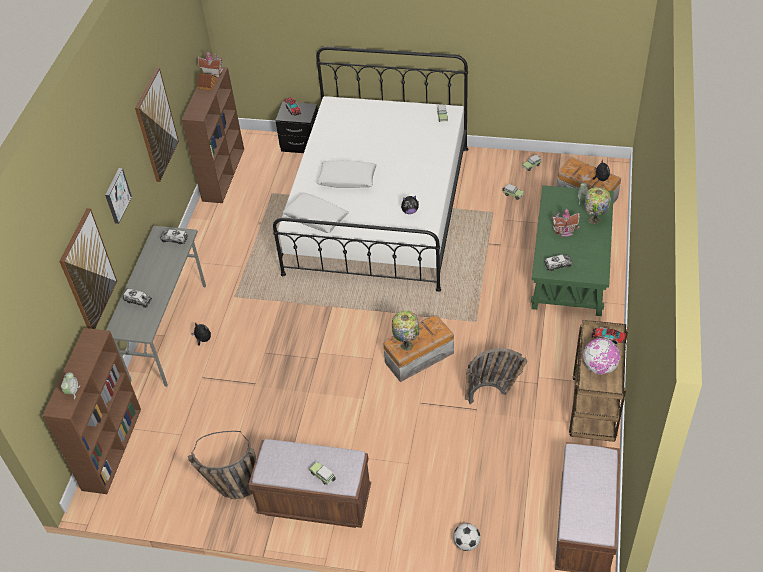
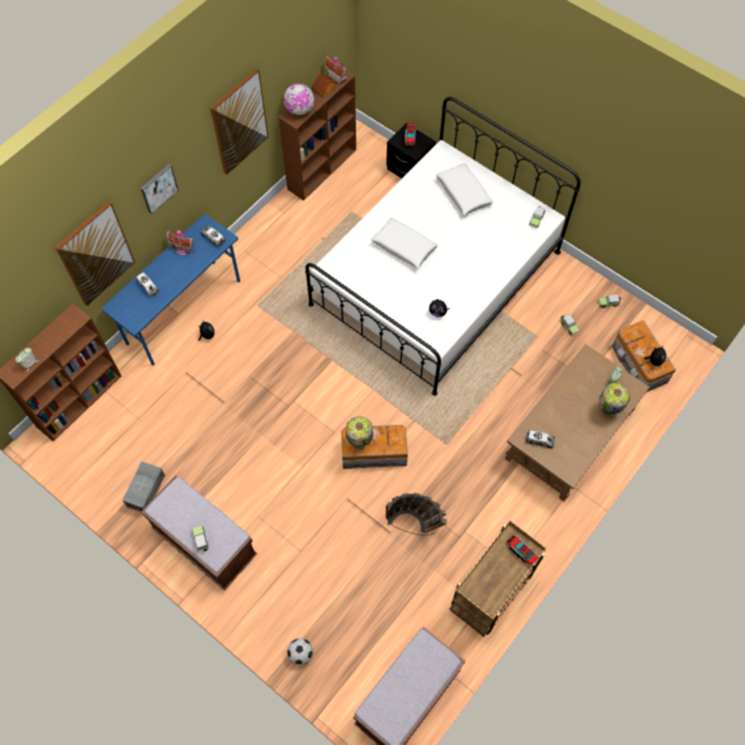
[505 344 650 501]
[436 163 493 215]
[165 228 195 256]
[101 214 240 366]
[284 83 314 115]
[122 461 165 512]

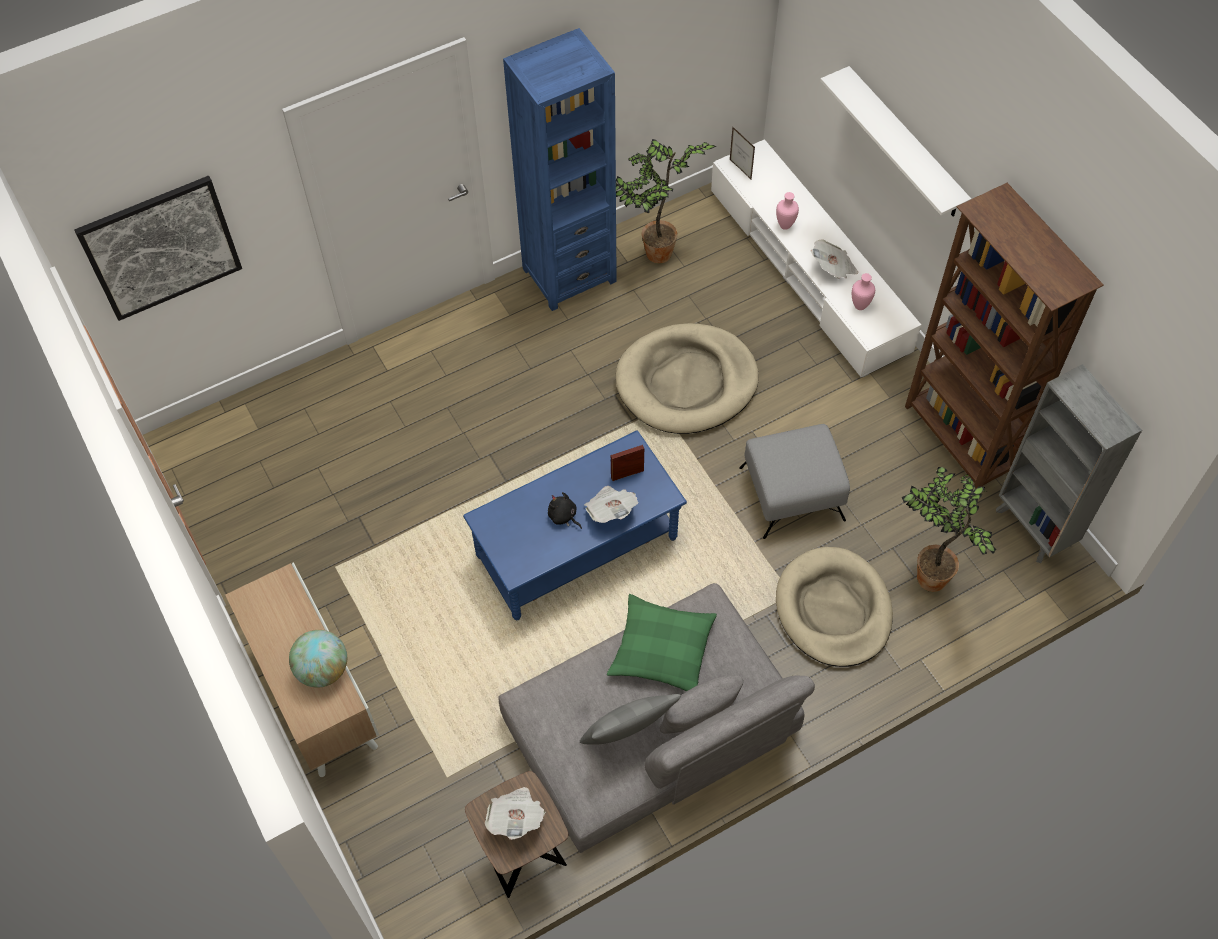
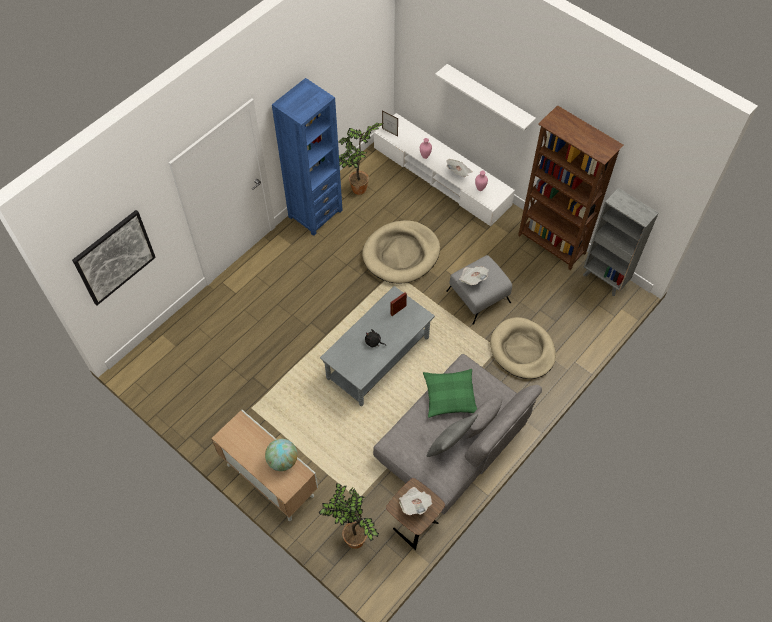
[320 286 435 406]
[319 483 379 549]
[459 266 489 285]

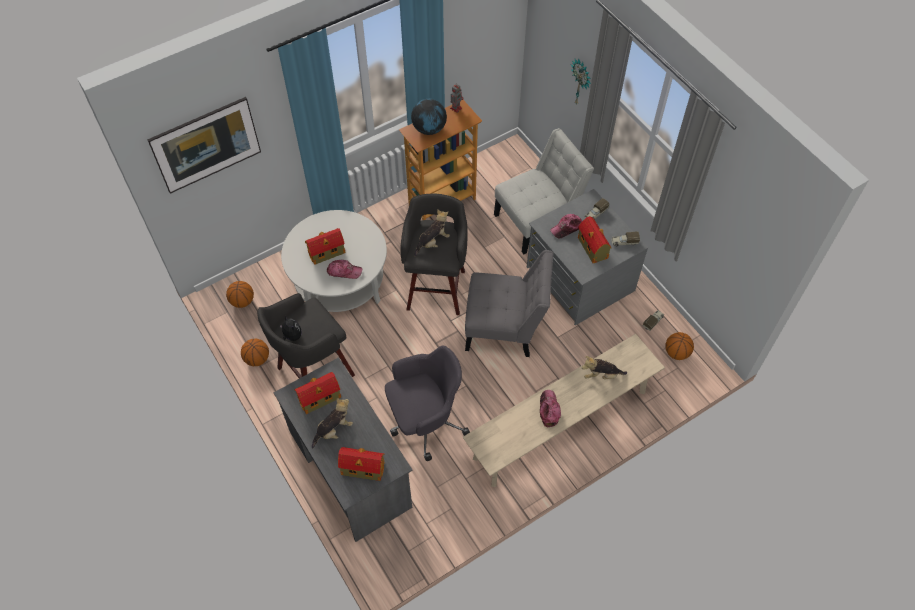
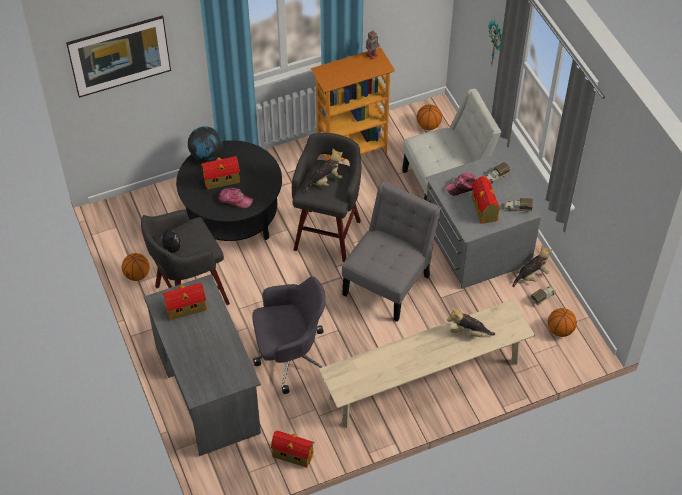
[188 126 223 161]
[176 140 282 241]
[342 181 441 322]
[417 104 442 130]
[540 390 561 427] (first image)
[512 246 552 287]
[271 431 314 468]

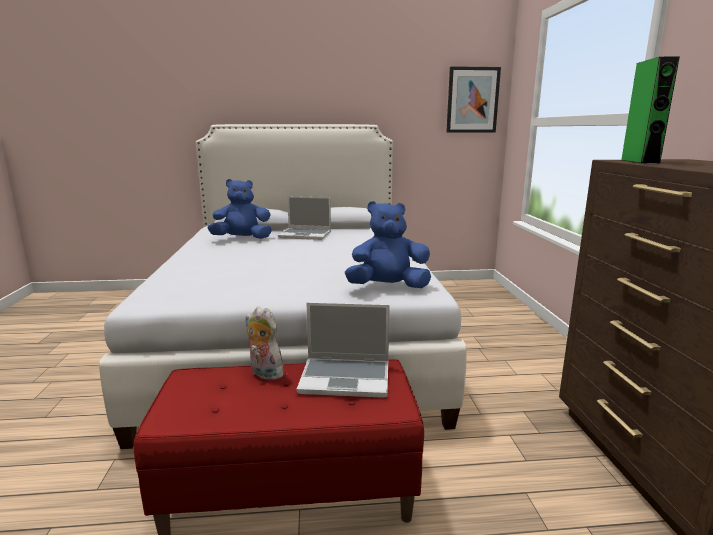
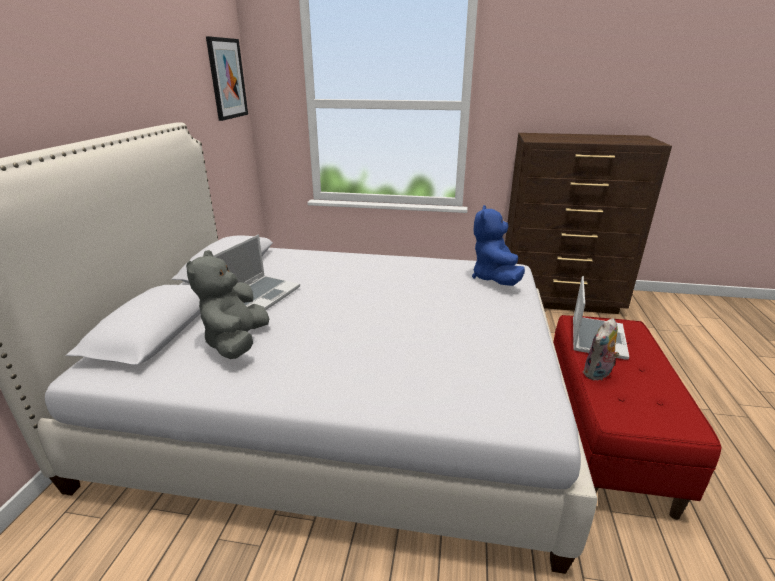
[621 56 680 164] (first image)
[186 250 269 359]

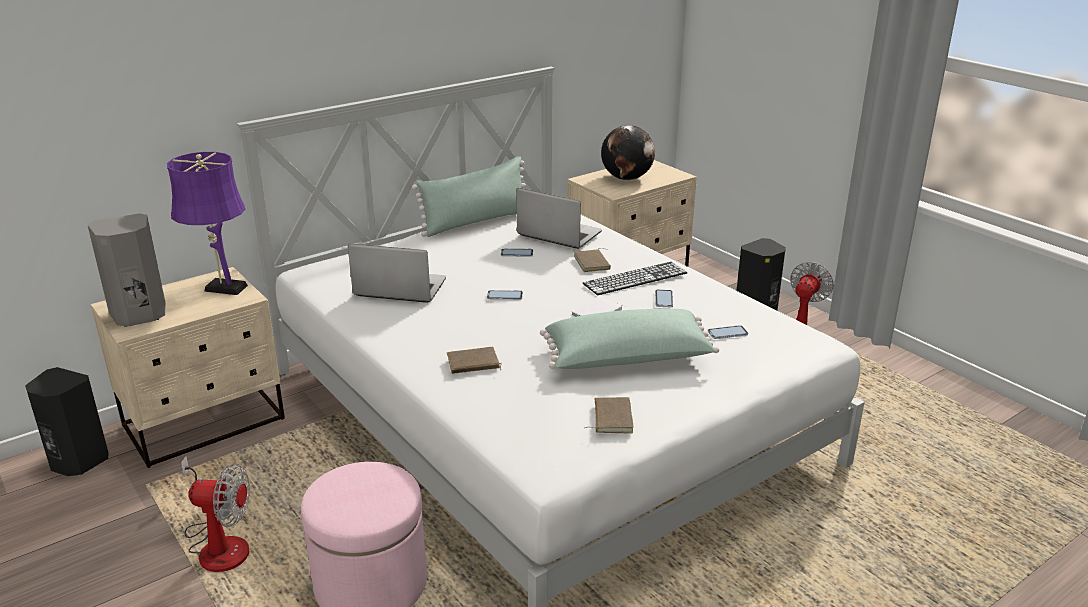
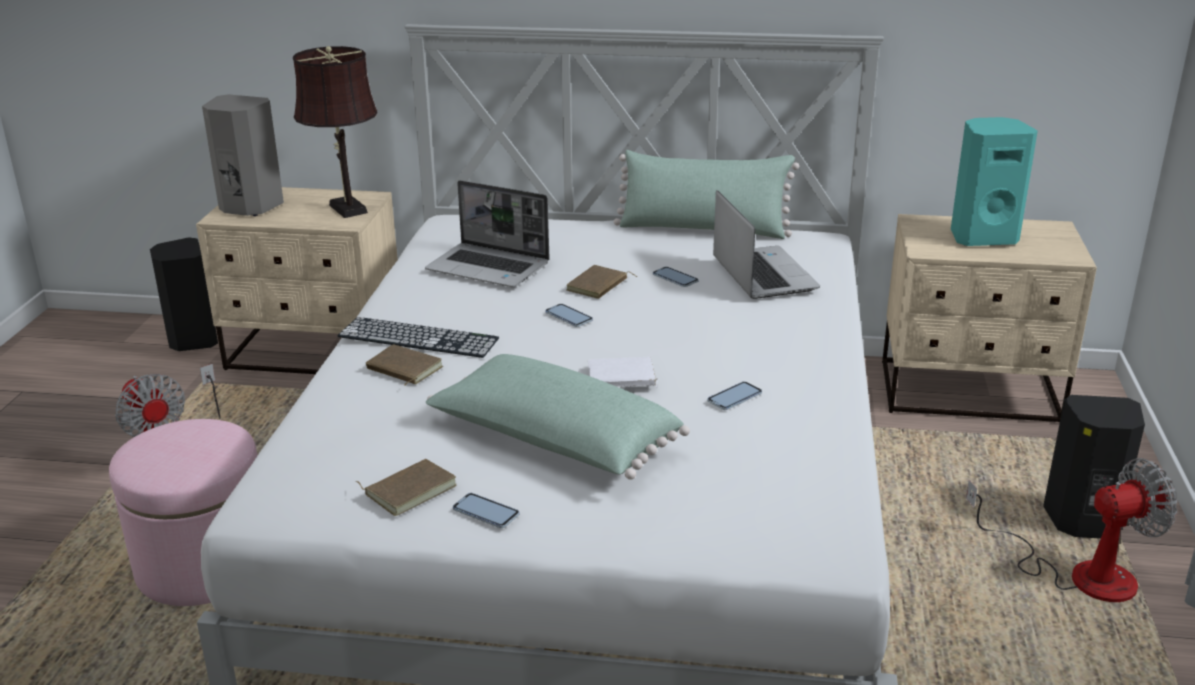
[951 117 1038 246]
[293 46 378 218]
[425 180 550 287]
[566 265 637 299]
[337 317 499 358]
[453 493 519 528]

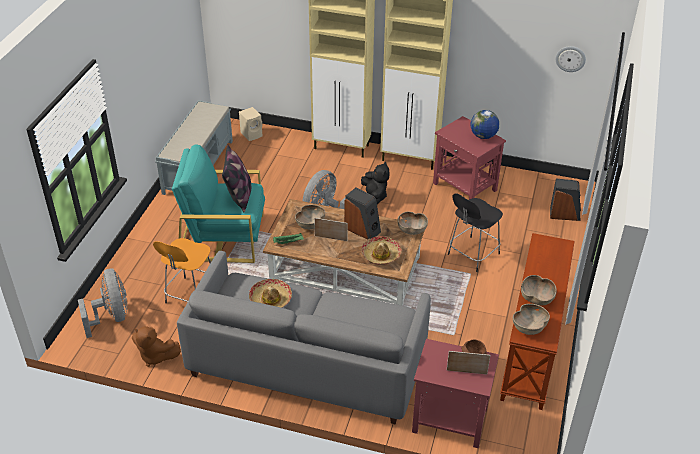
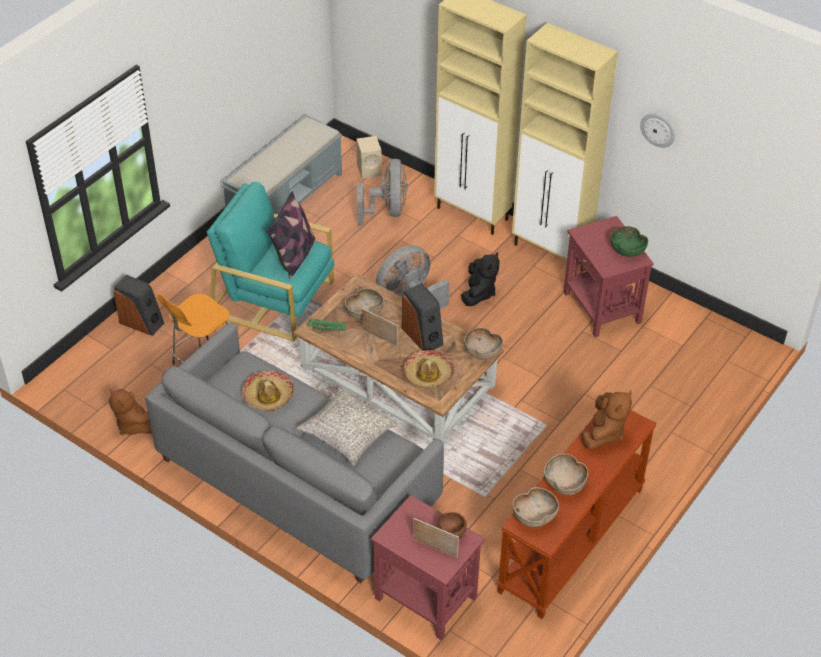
[640 114 675 148]
[610 226 648 257]
[114 275 164 336]
[448 193 503 272] (first image)
[357 159 407 225]
[296 388 398 466]
[581 391 632 449]

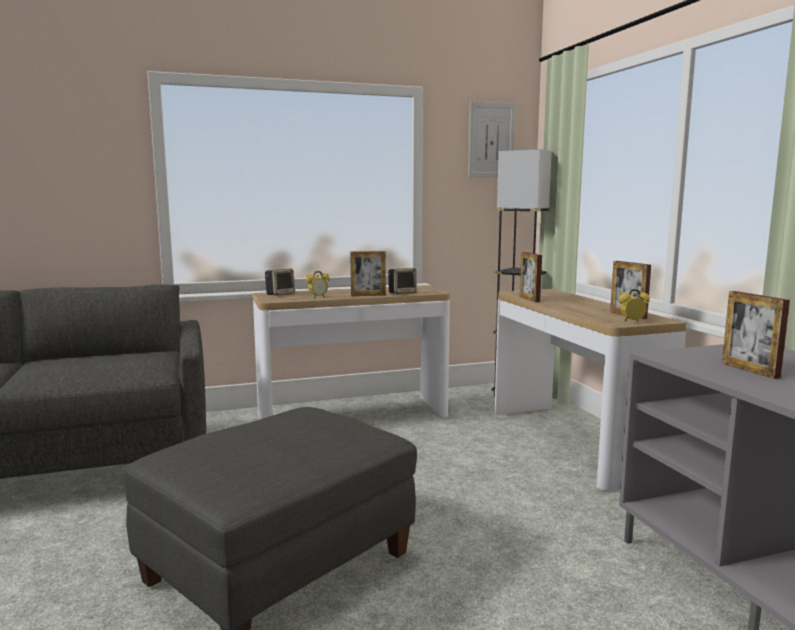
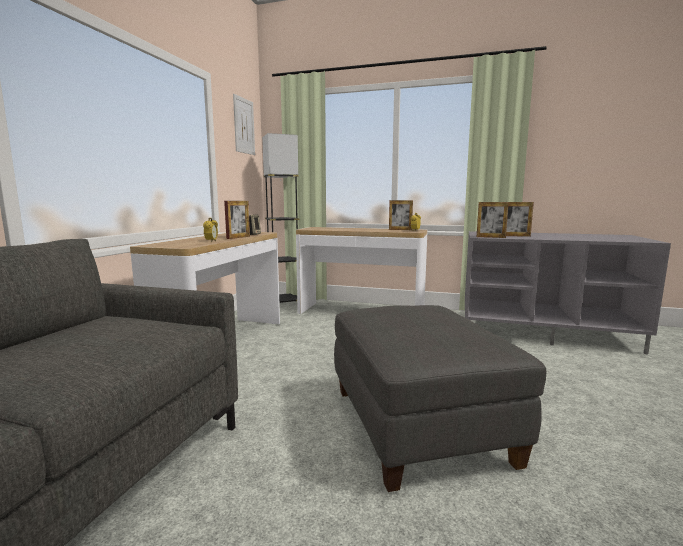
[477 202 509 238]
[265 269 295 296] (first image)

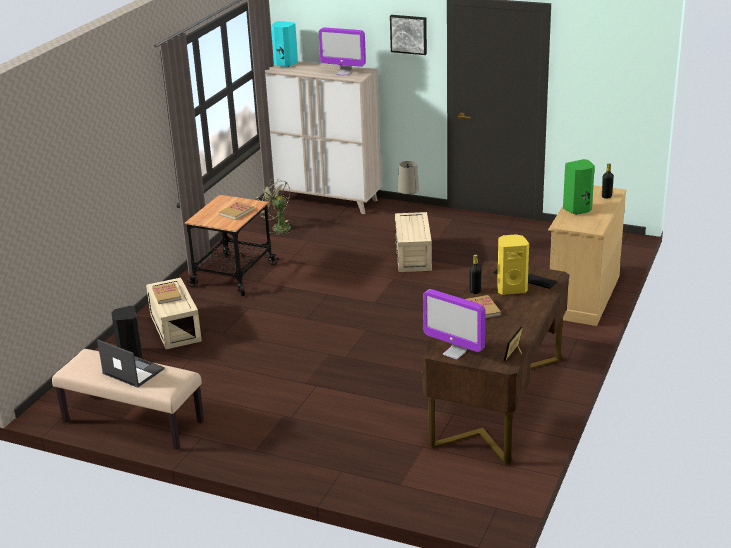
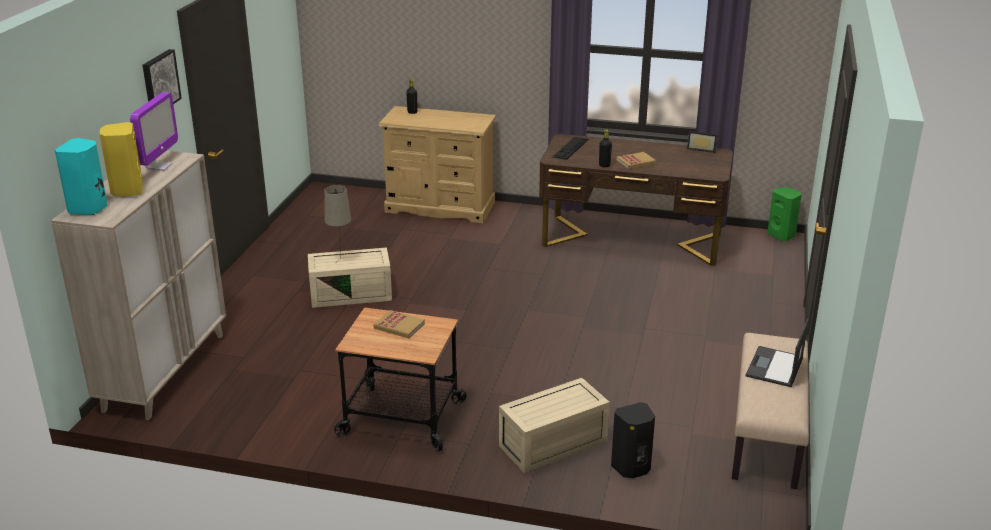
[767 187 802 241]
[256 179 291 235] (first image)
[99 122 143 197]
[152 283 182 304] (first image)
[423 289 485 360] (first image)

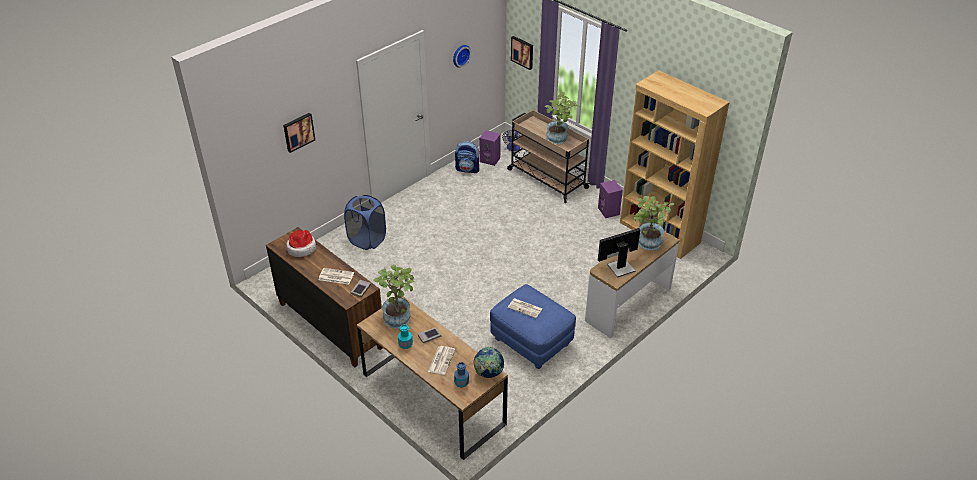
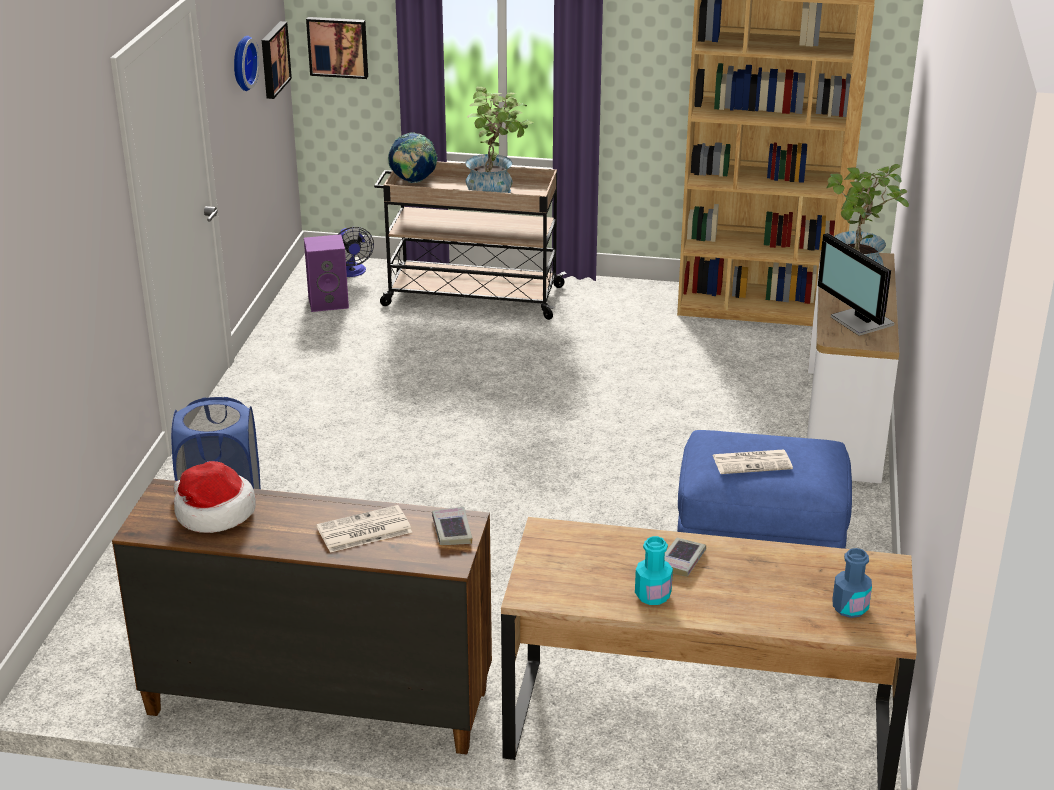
[262 21 292 99]
[455 141 480 173] (first image)
[598 180 623 218] (first image)
[818 233 894 336]
[373 264 414 329] (first image)
[428 346 455 375] (first image)
[388 132 438 183]

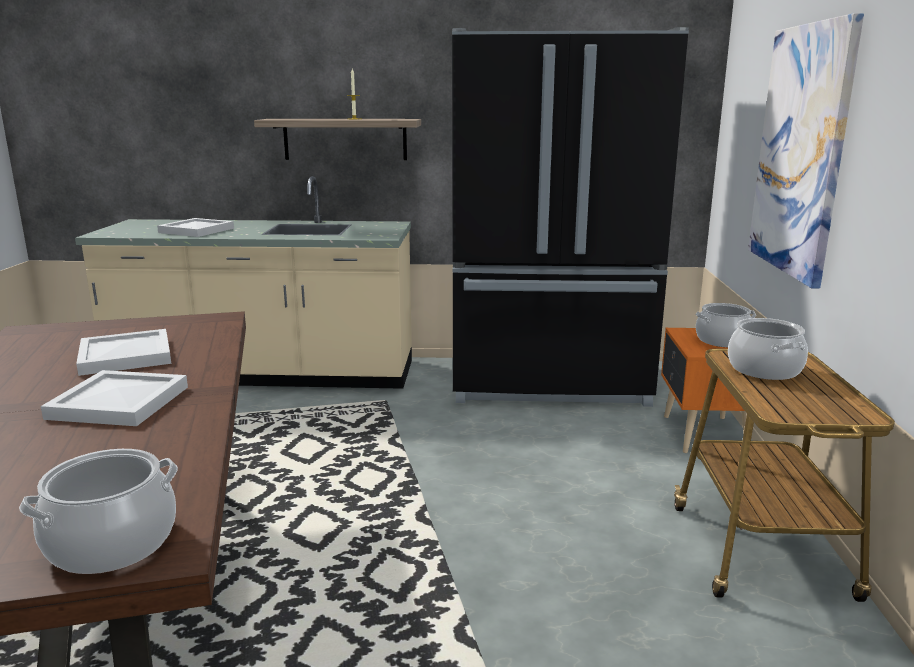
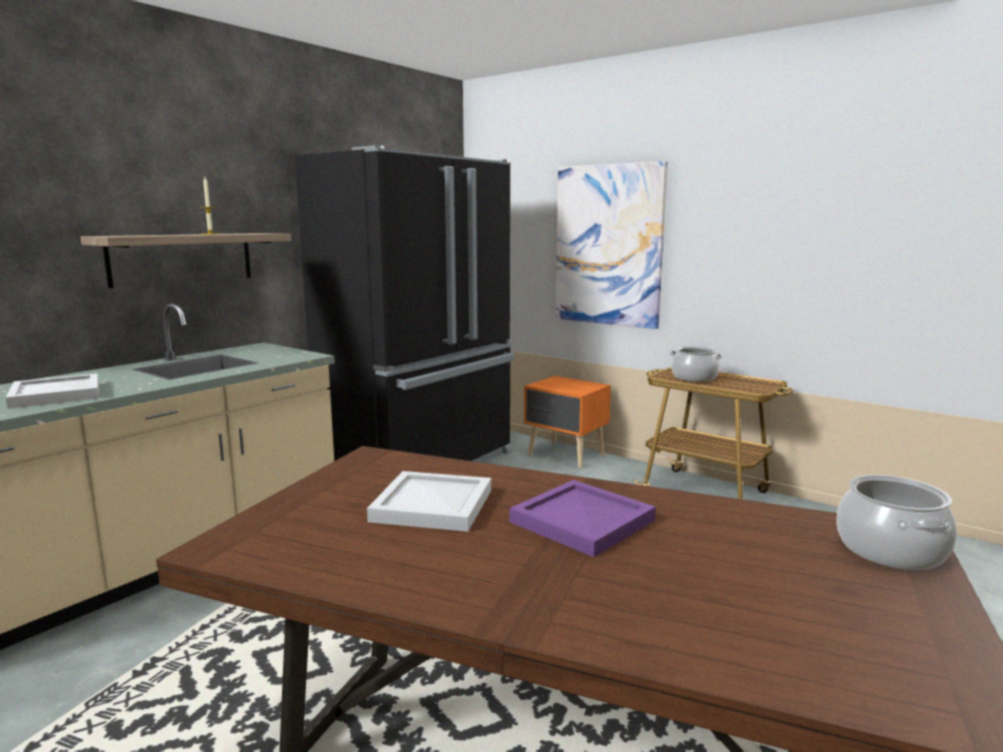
[695 303 756 347] (first image)
[509 480 656 557]

